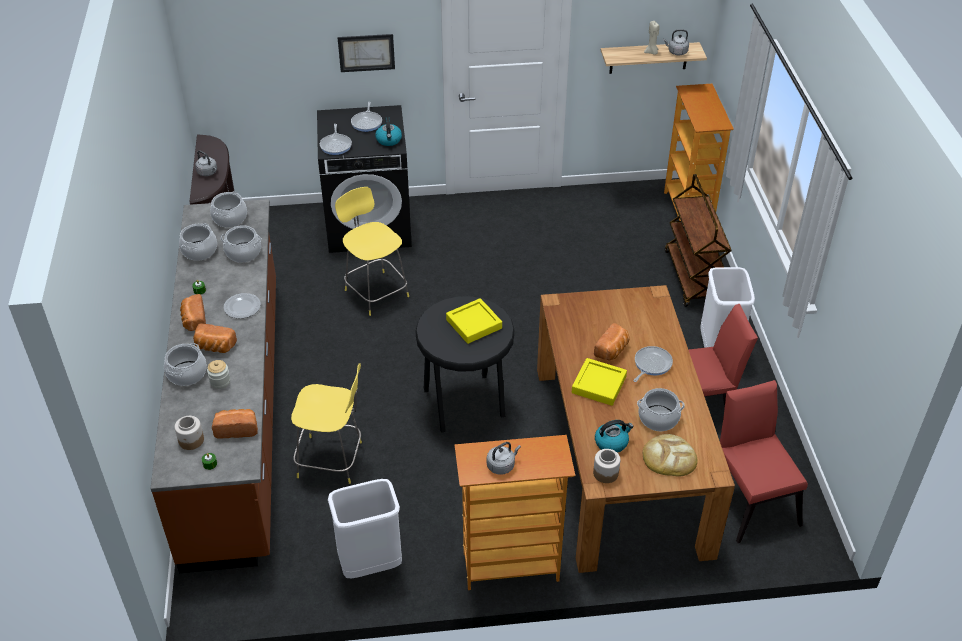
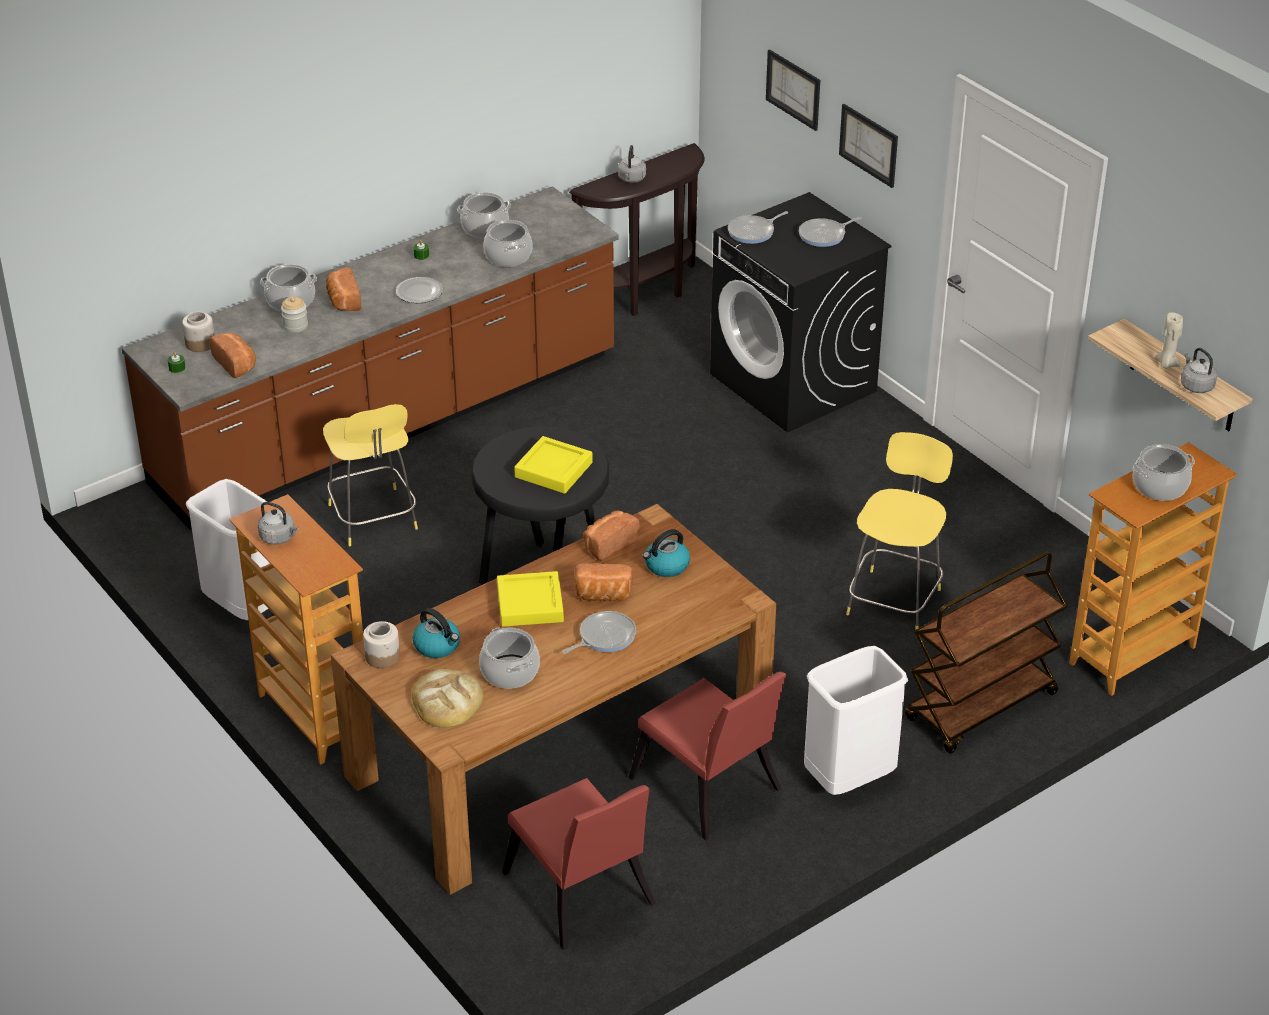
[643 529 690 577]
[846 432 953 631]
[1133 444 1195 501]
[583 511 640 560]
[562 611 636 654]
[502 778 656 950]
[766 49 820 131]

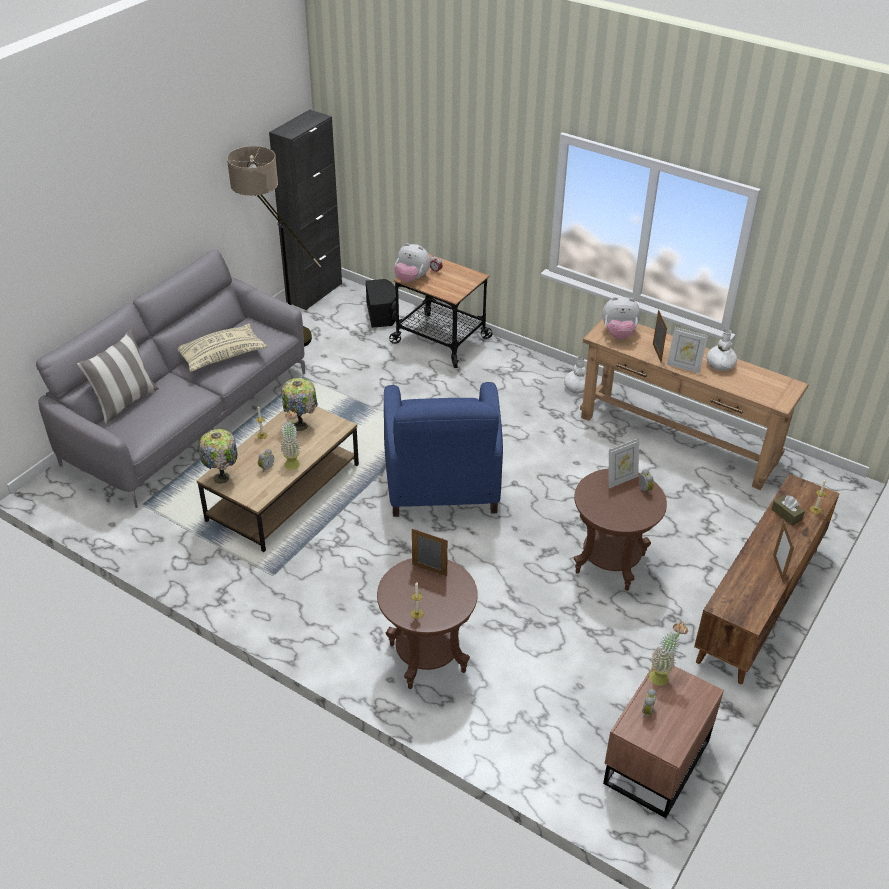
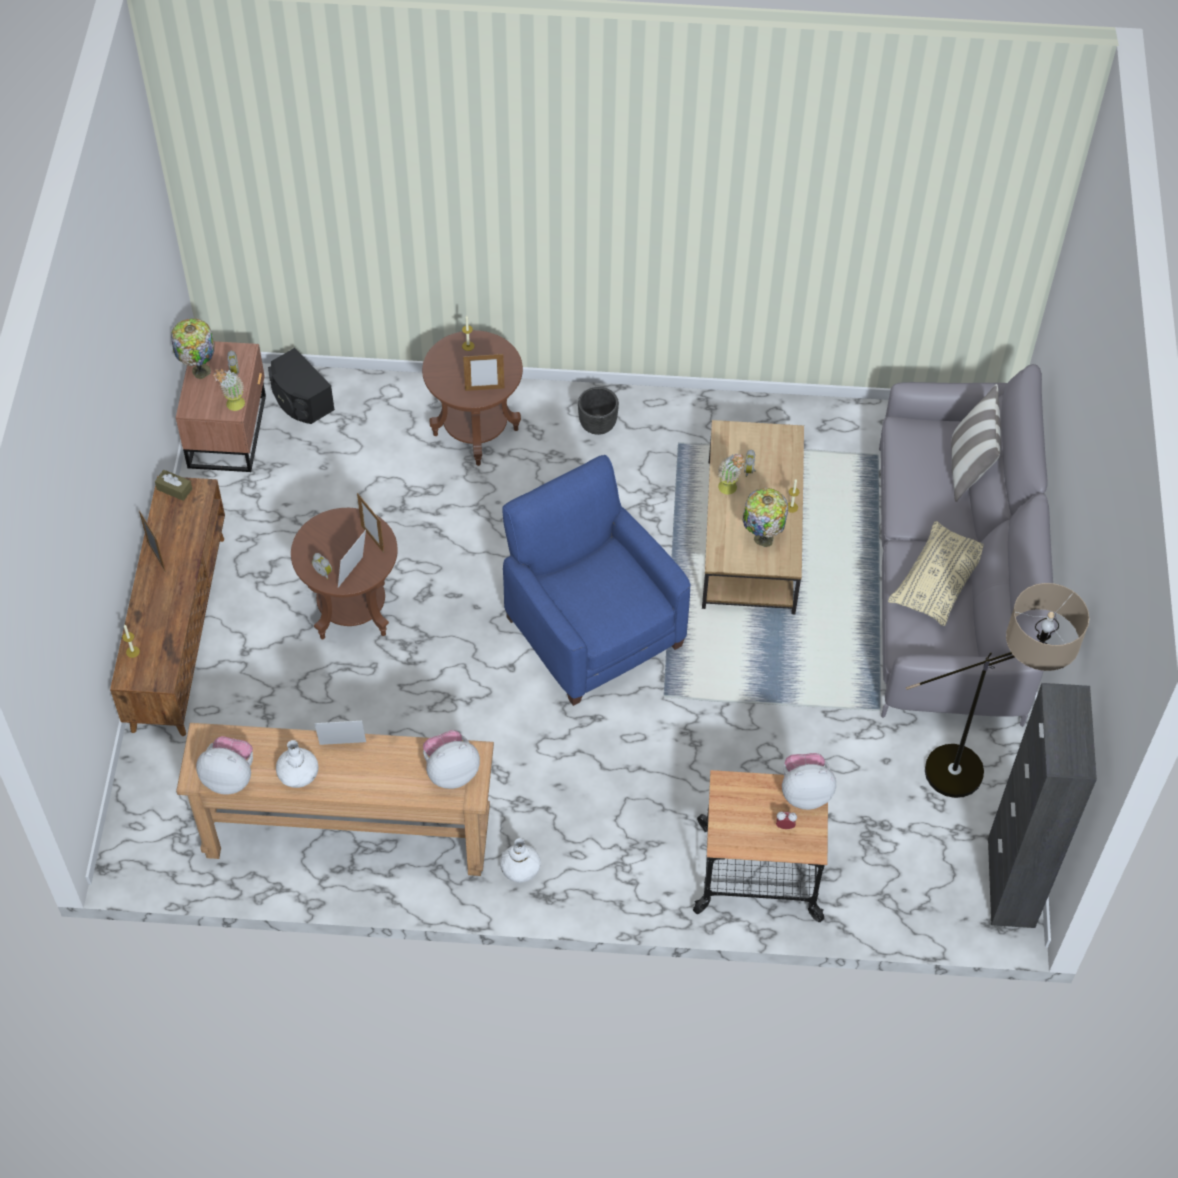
[268 348 335 424]
[357 493 384 553]
[171 318 215 379]
[155 470 192 501]
[578 387 619 435]
[196 736 253 795]

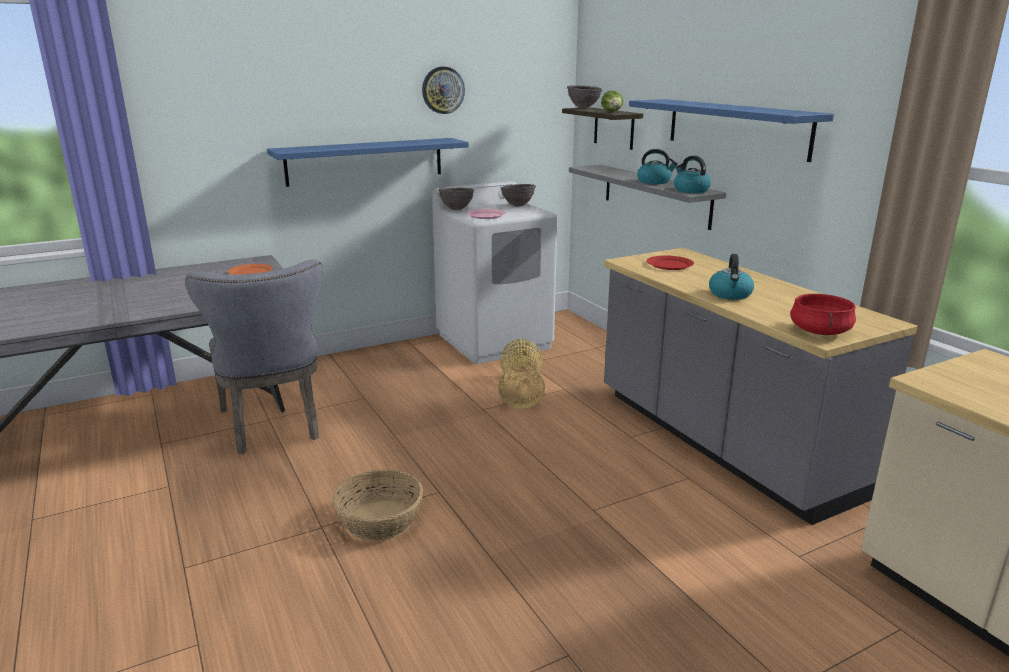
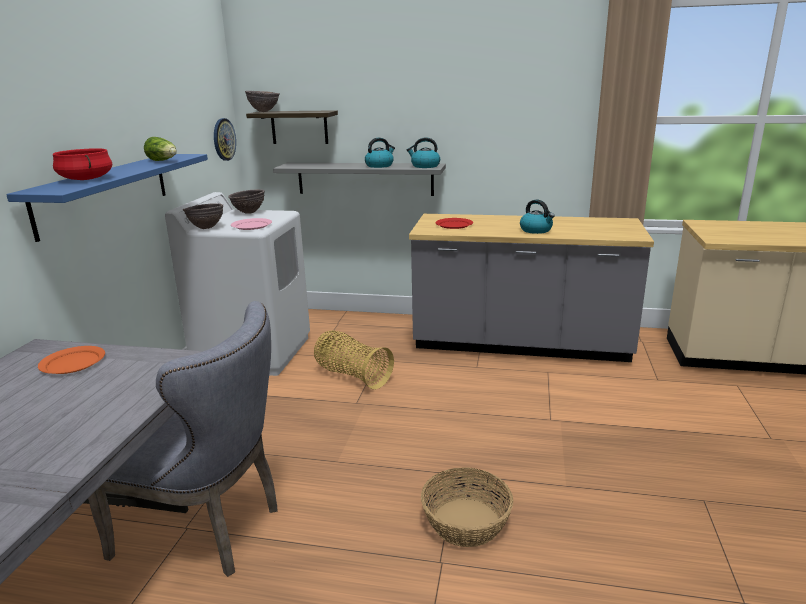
[214 118 236 161]
[144 137 177 161]
[629 99 834 162] (first image)
[53 148 112 180]

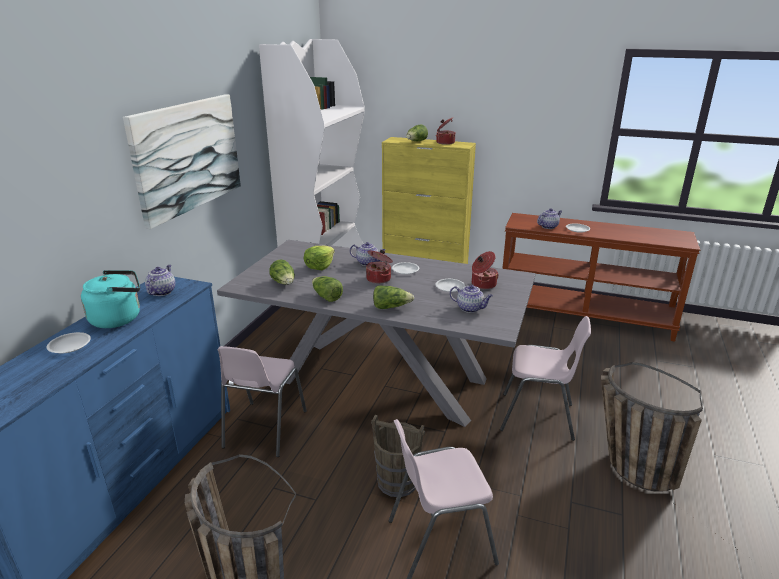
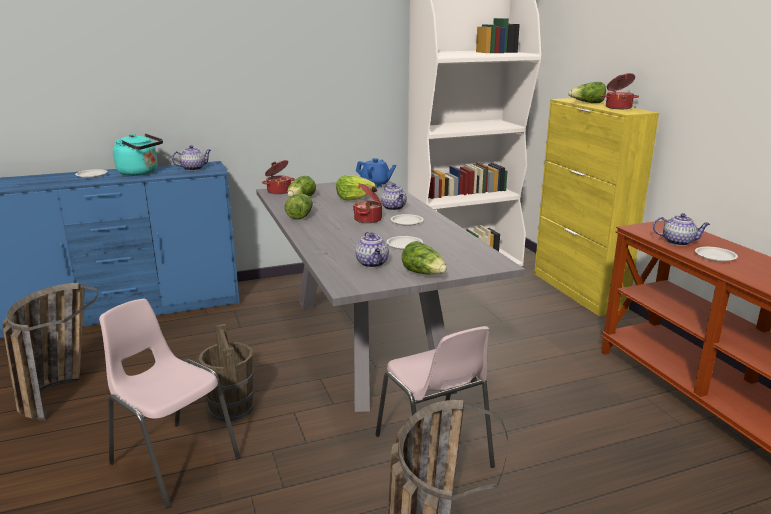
[123 94 241 229] (first image)
[262 160 295 194]
[402 241 447 274]
[218 346 307 457] (first image)
[356 158 396 188]

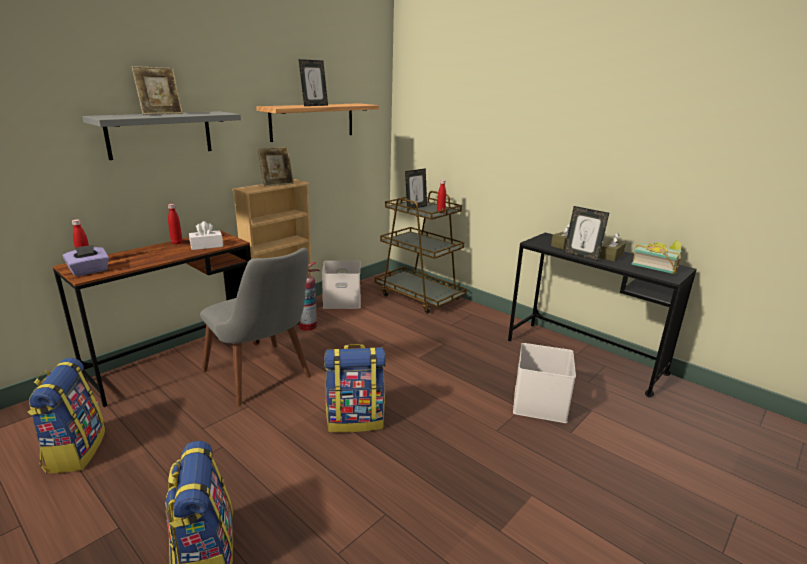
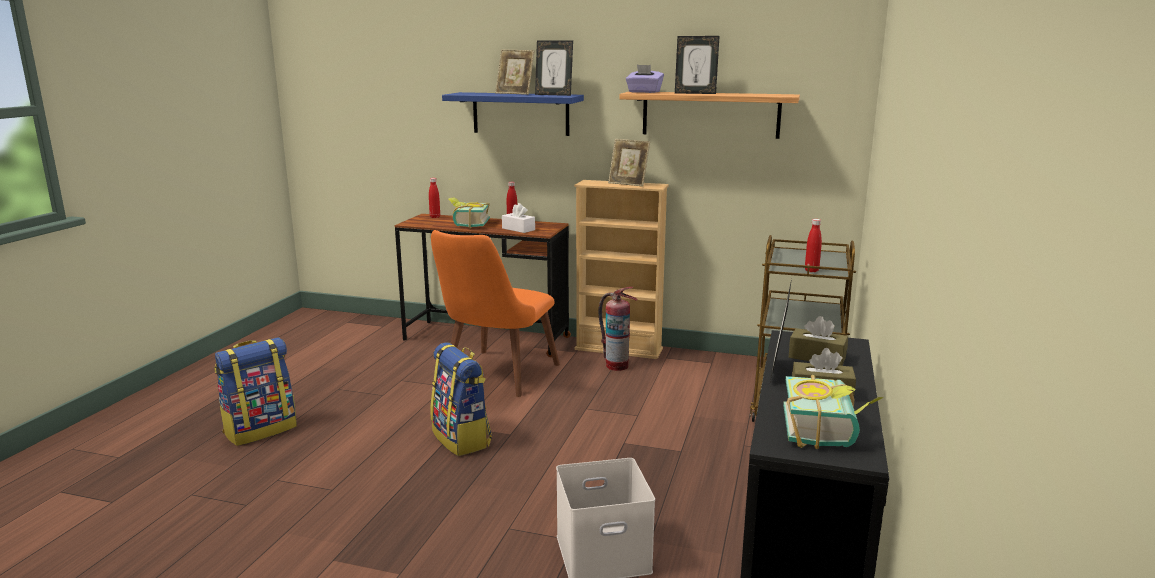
[442 92 584 136]
[535 41 573 96]
[626 65 664 93]
[431 230 560 397]
[322 261 360 309] (first image)
[27 358 105 474] (first image)
[449 197 490 229]

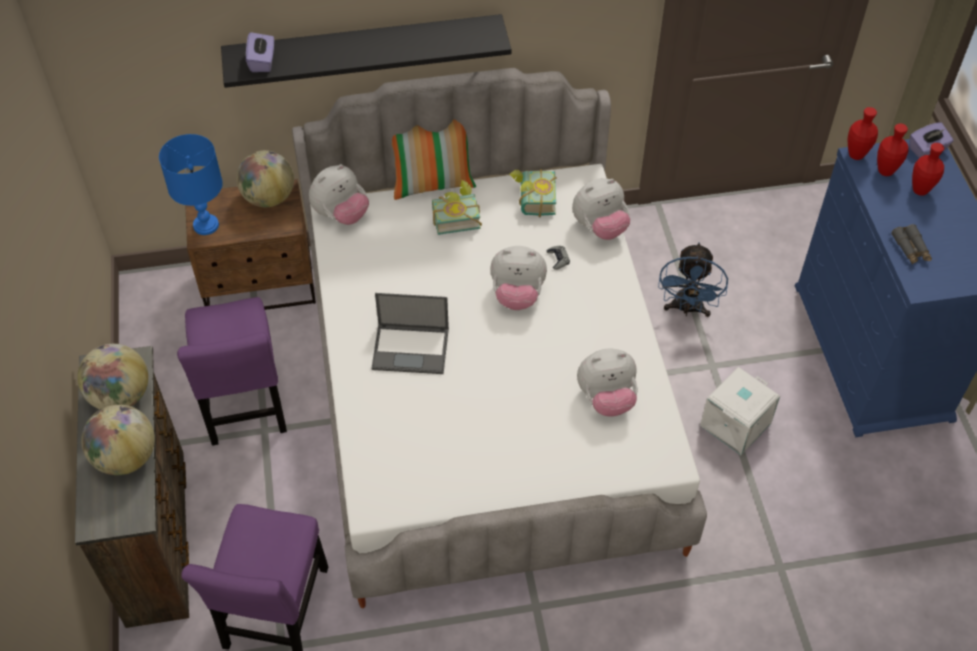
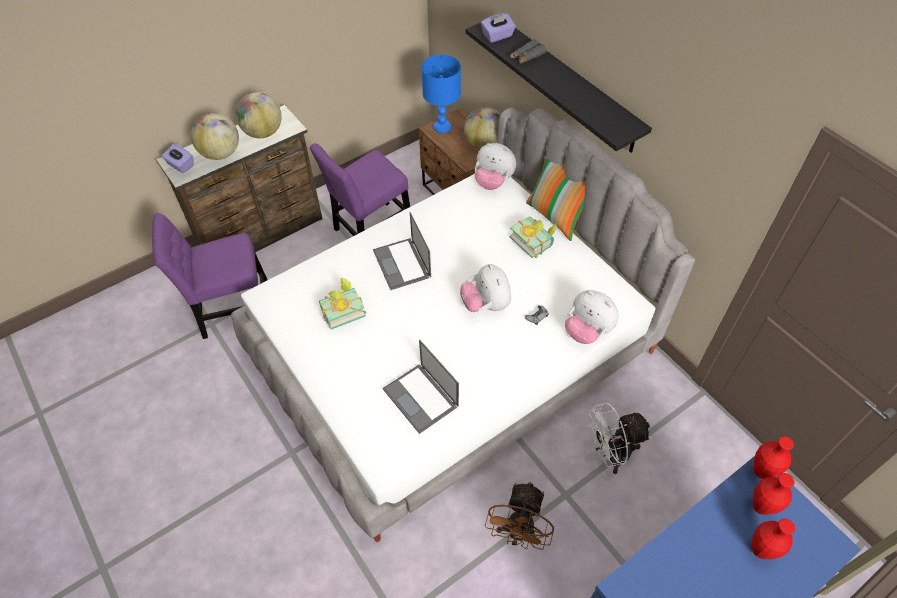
[162 144 194 173]
[319 278 366 330]
[510 39 547 64]
[589 403 651 474]
[383 340 459 434]
[485 482 554 550]

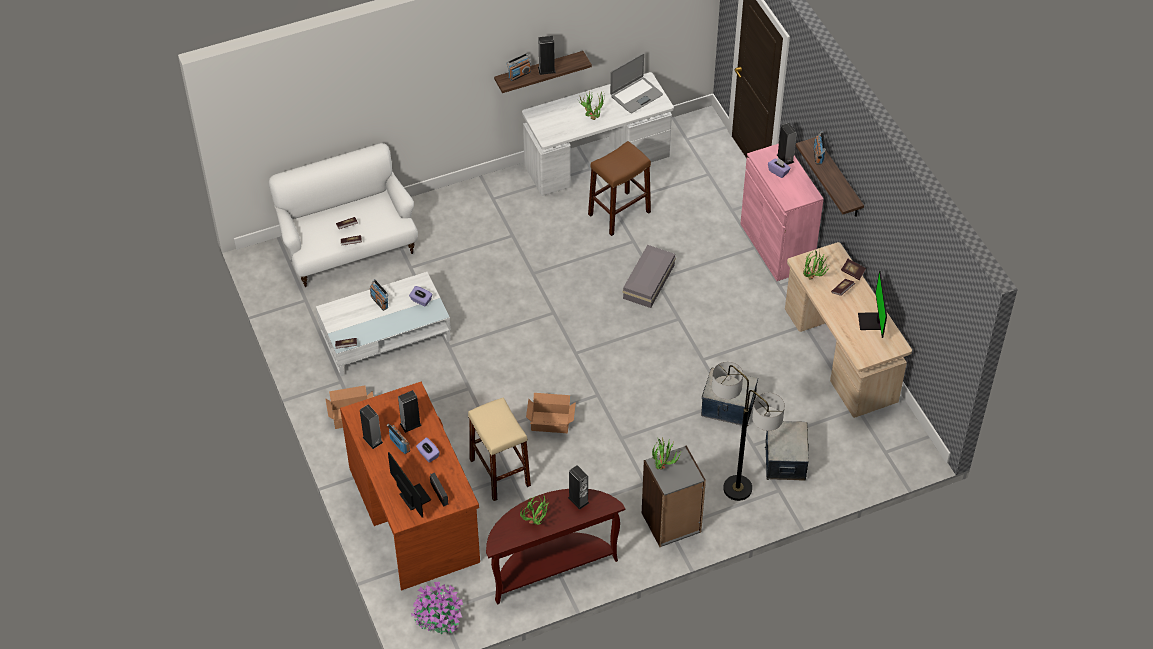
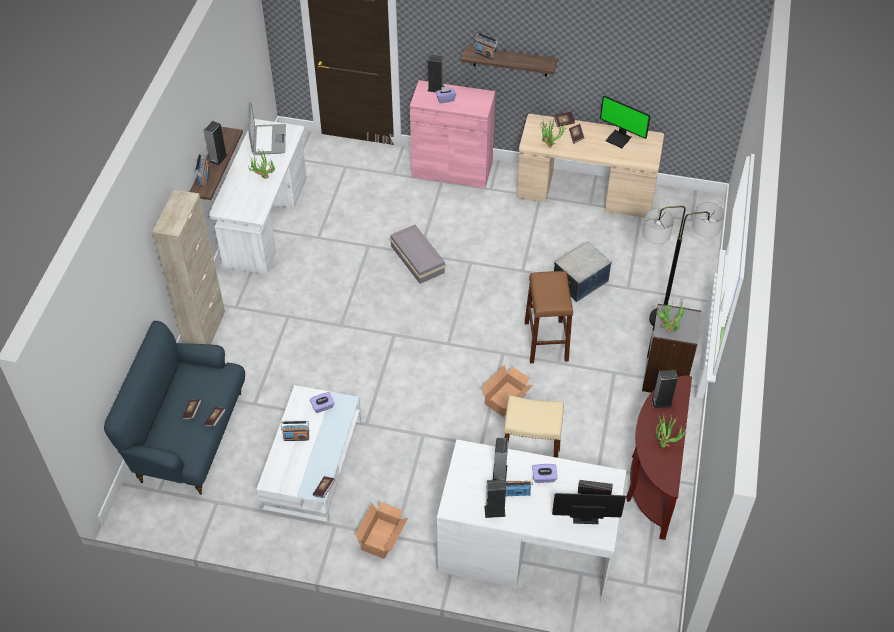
[525 271 573 363]
[104 321 245 495]
[437 439 626 604]
[765 421 809 481] (first image)
[411 582 463 634] (first image)
[152 190 225 344]

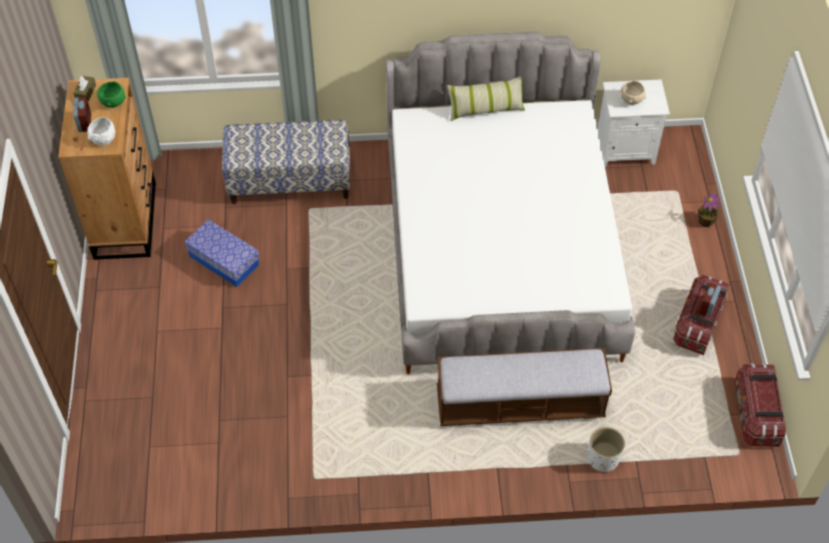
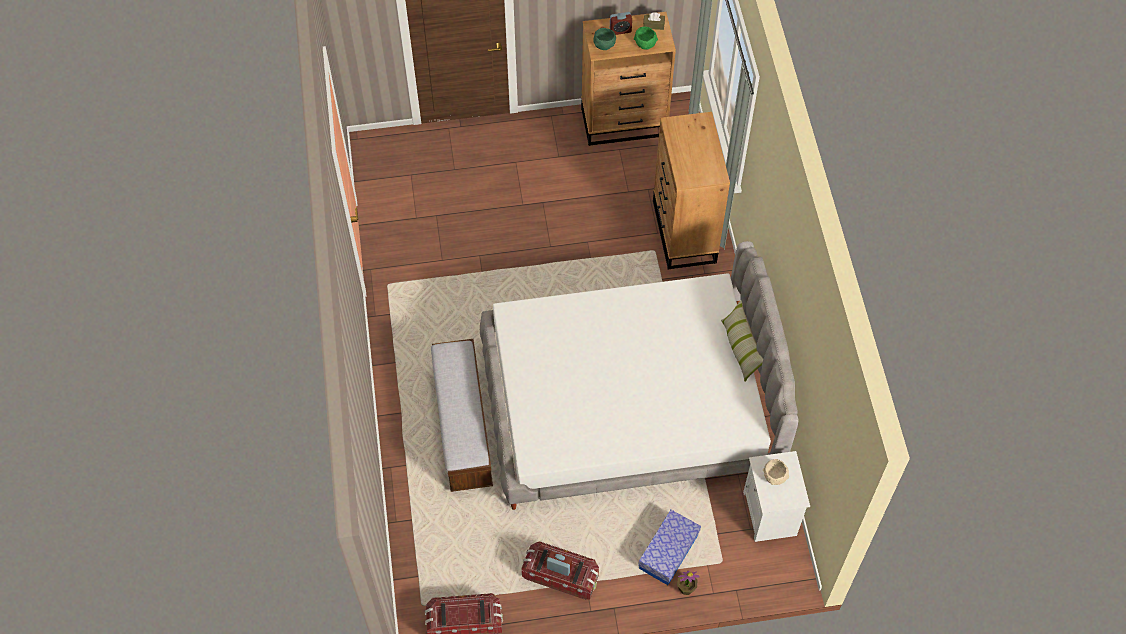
[594 28 616 50]
[653 112 730 270]
[638 510 701 585]
[588 427 625 472] (first image)

